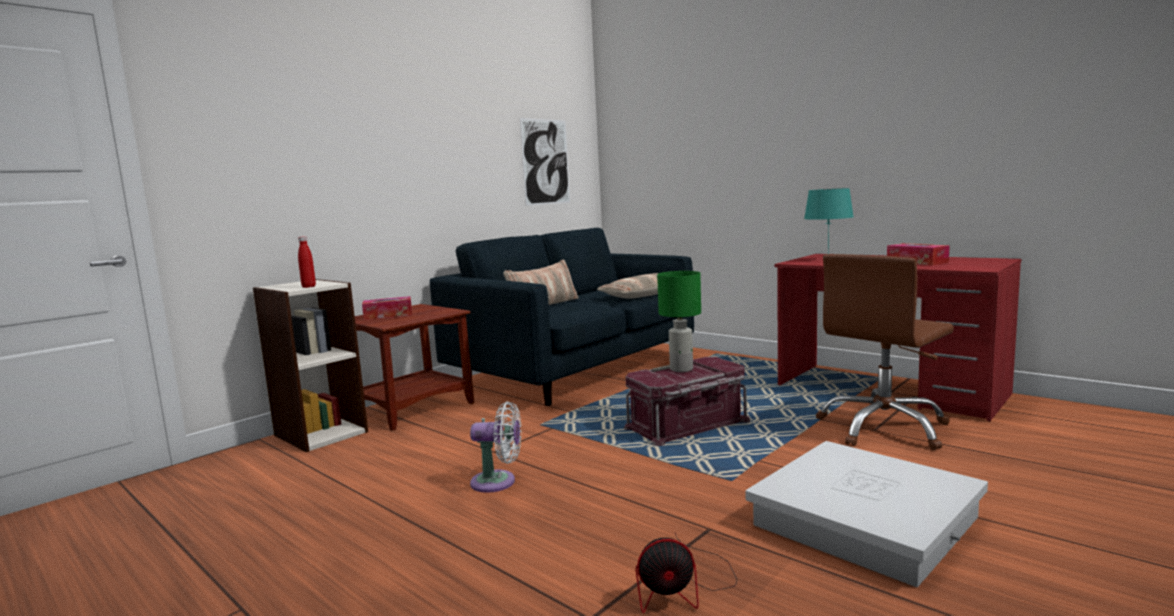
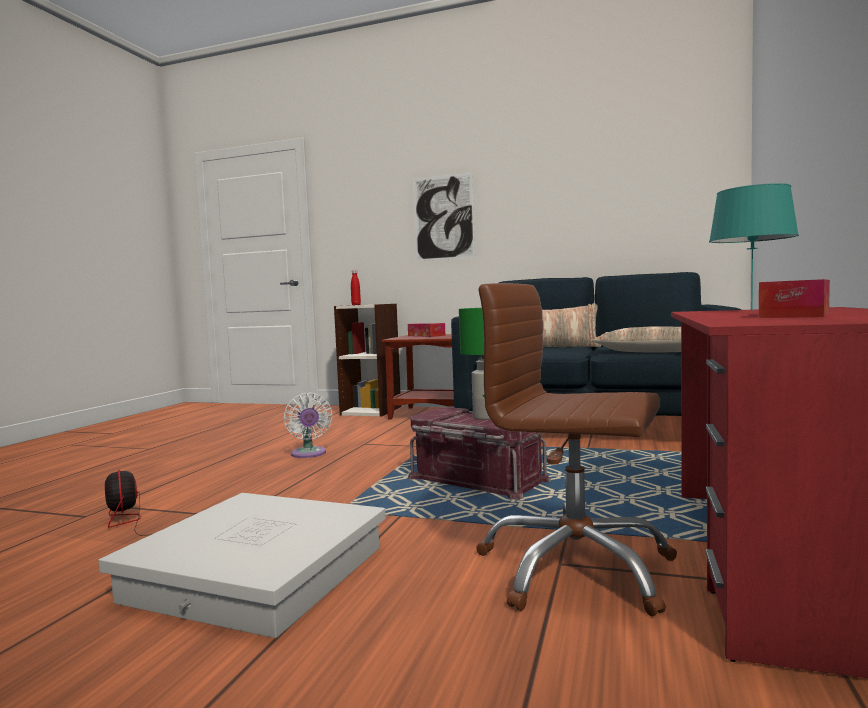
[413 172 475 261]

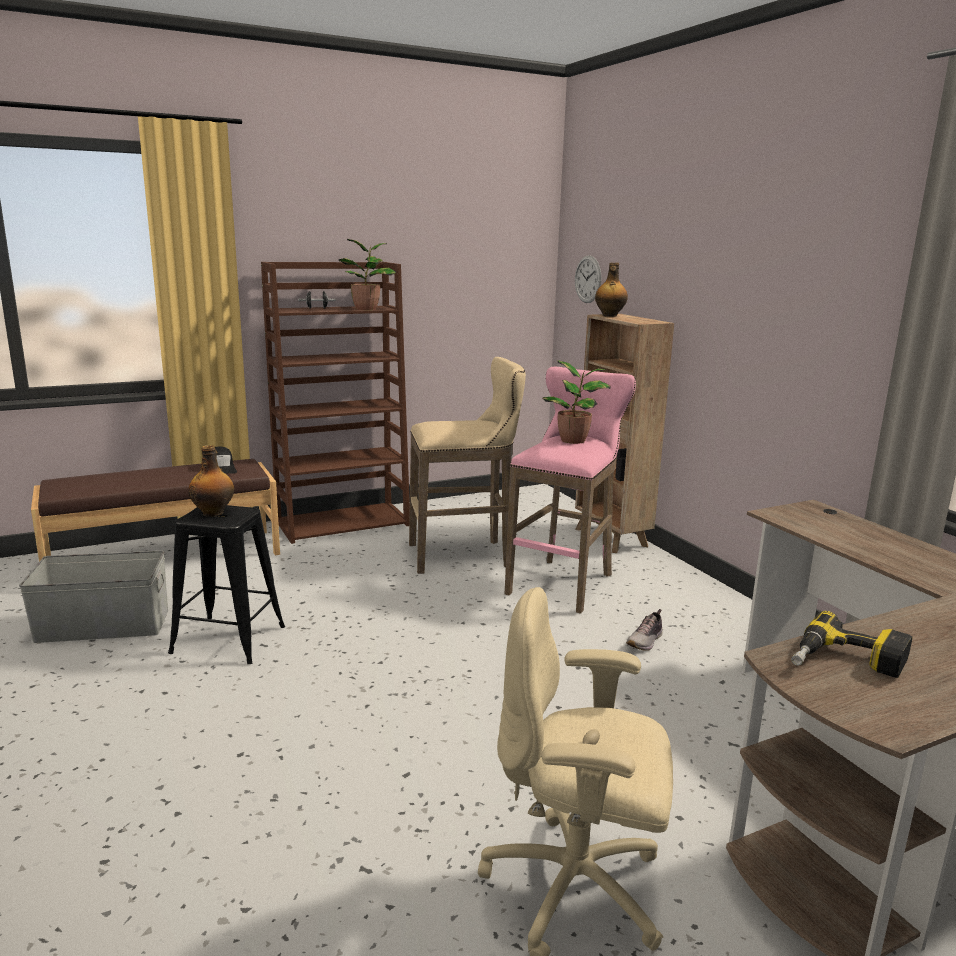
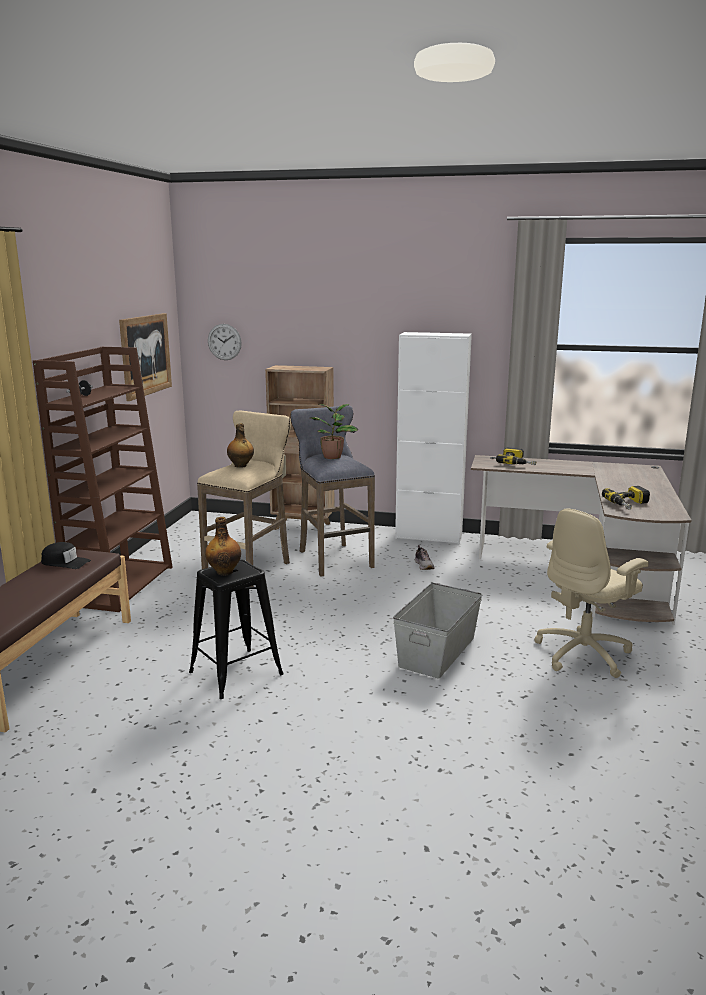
[393 583 482 679]
[338 239 396 310] (first image)
[290 406 375 577]
[227 423 254 468]
[119 313 172 401]
[395 332 472 544]
[496 447 536 465]

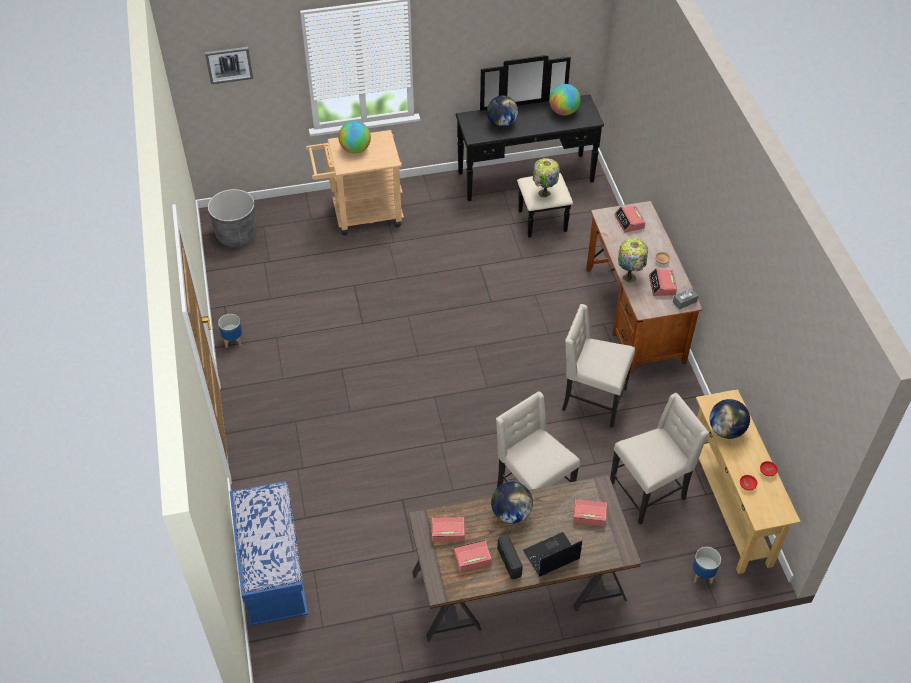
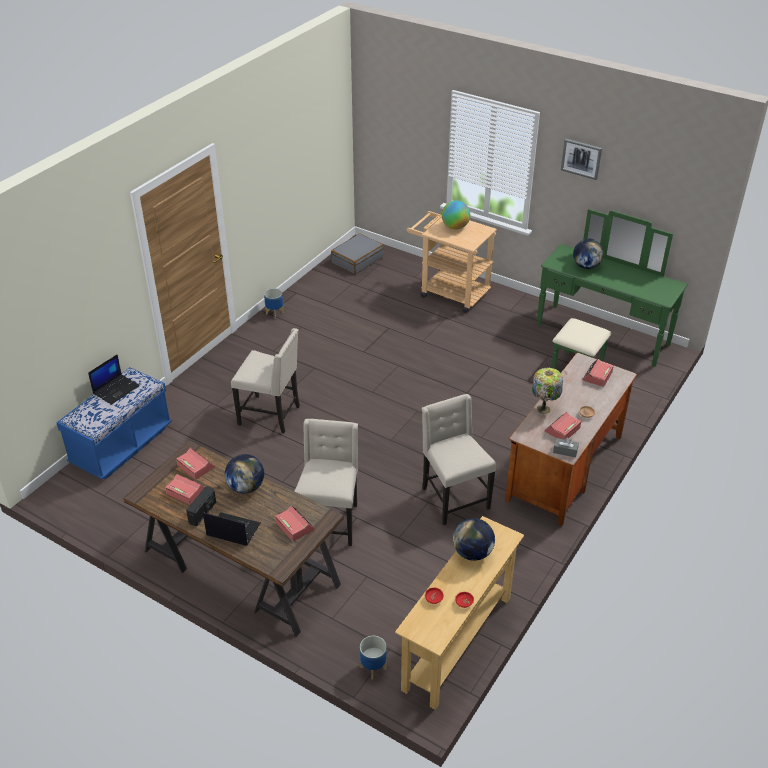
[561 139 602 180]
[331 234 384 274]
[537 209 688 369]
[533 158 560 197] (first image)
[549 84 581 116] (first image)
[231 328 300 433]
[88 354 140 405]

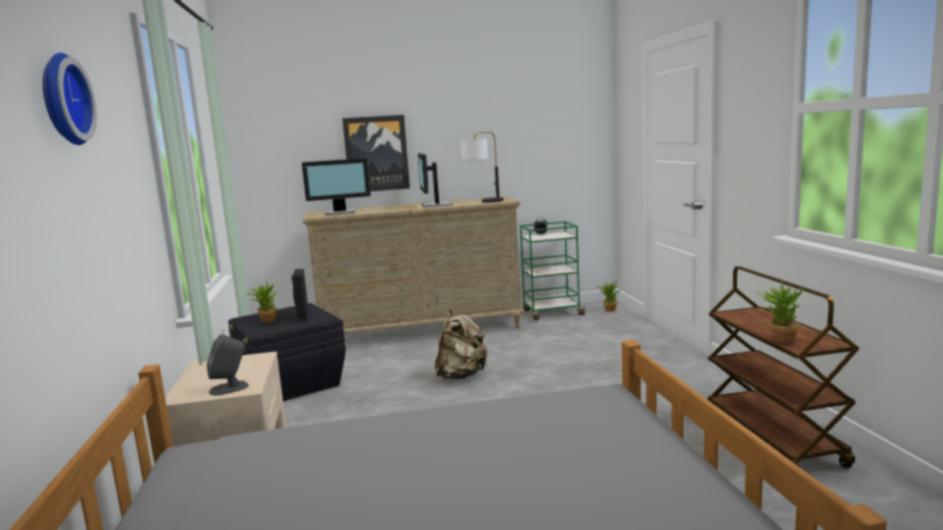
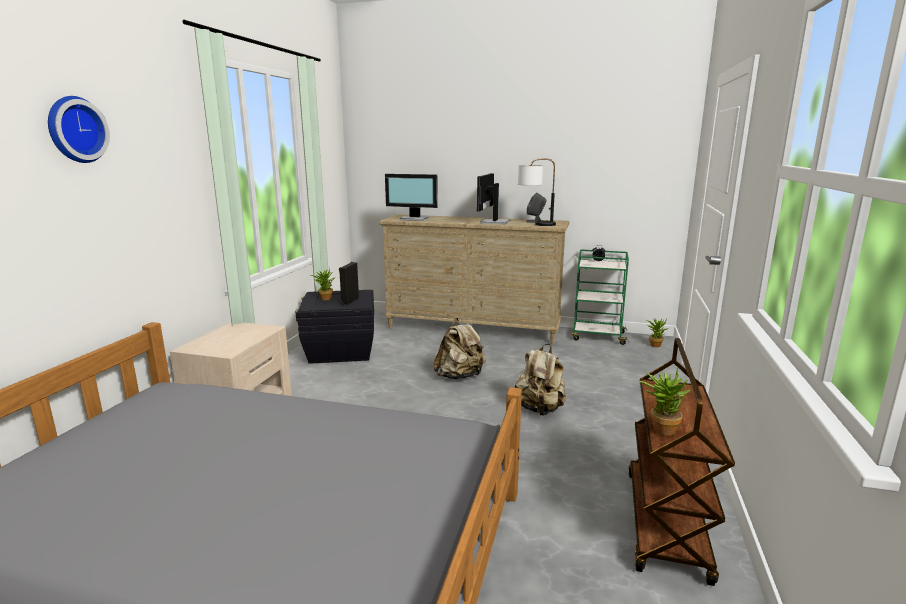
[526 193 547 223]
[342 115 410 192] (first image)
[515 344 566 415]

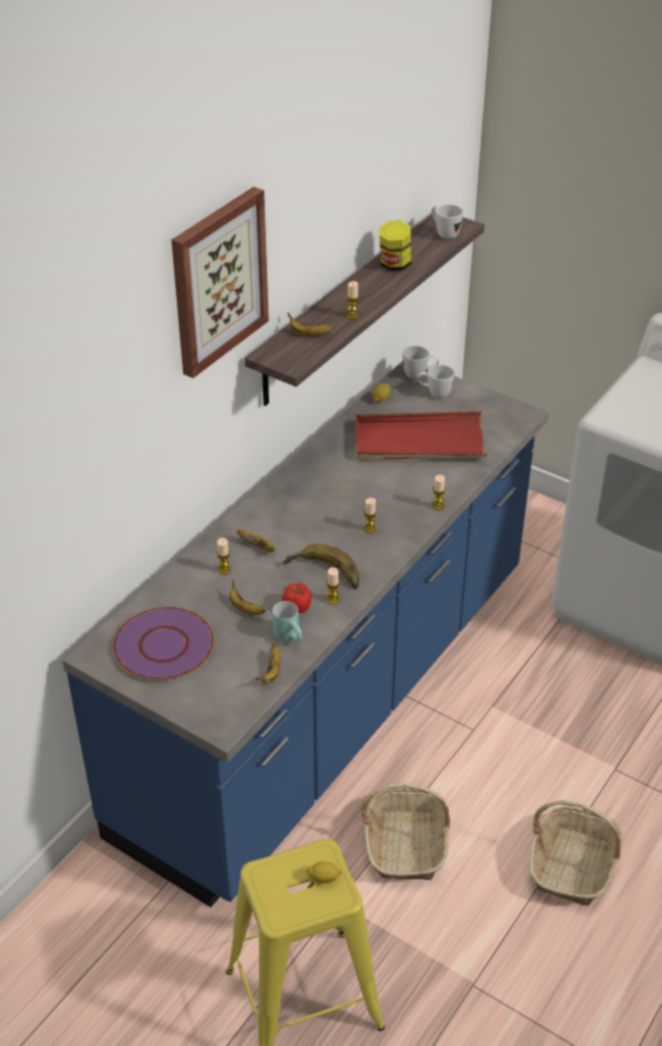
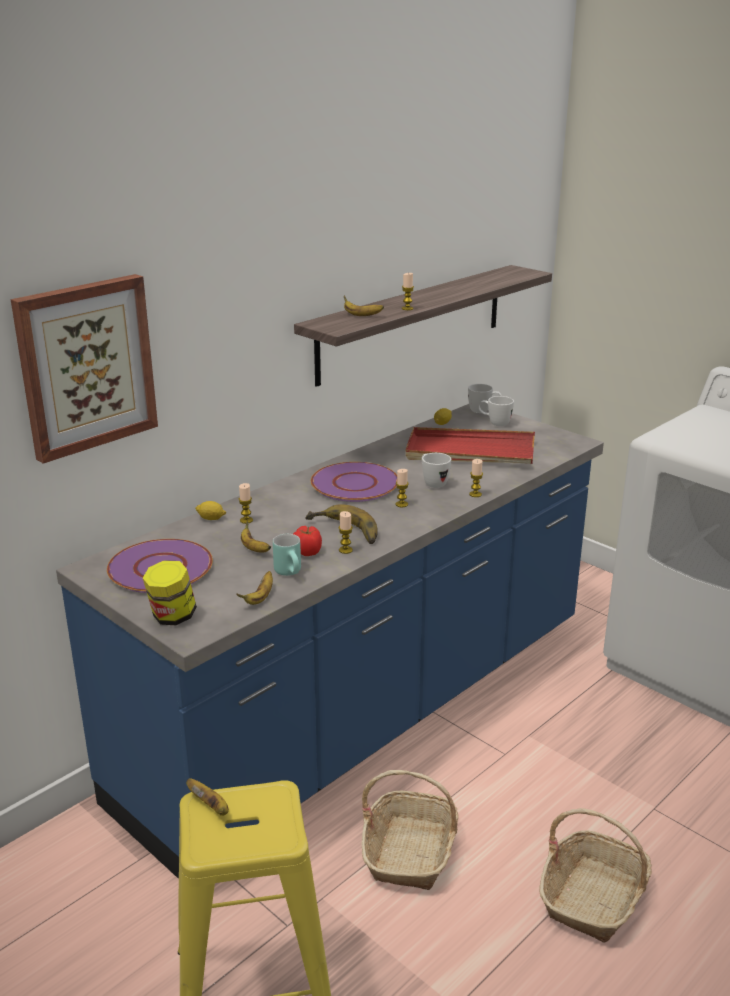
[11 274 158 464]
[186 778 229 816]
[195 501 227 520]
[143 560 197 625]
[421 453 451 488]
[311 462 397 502]

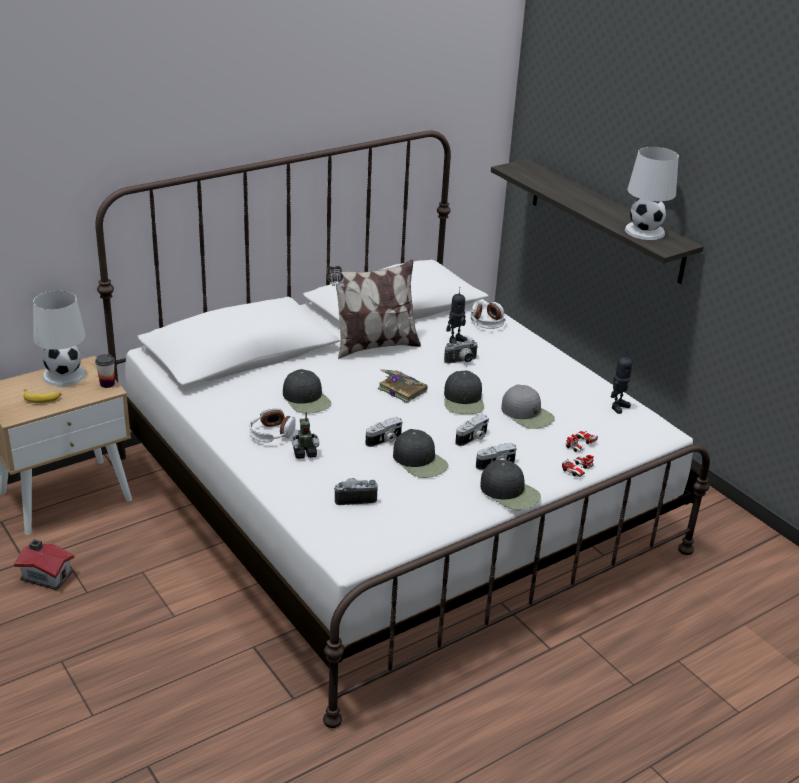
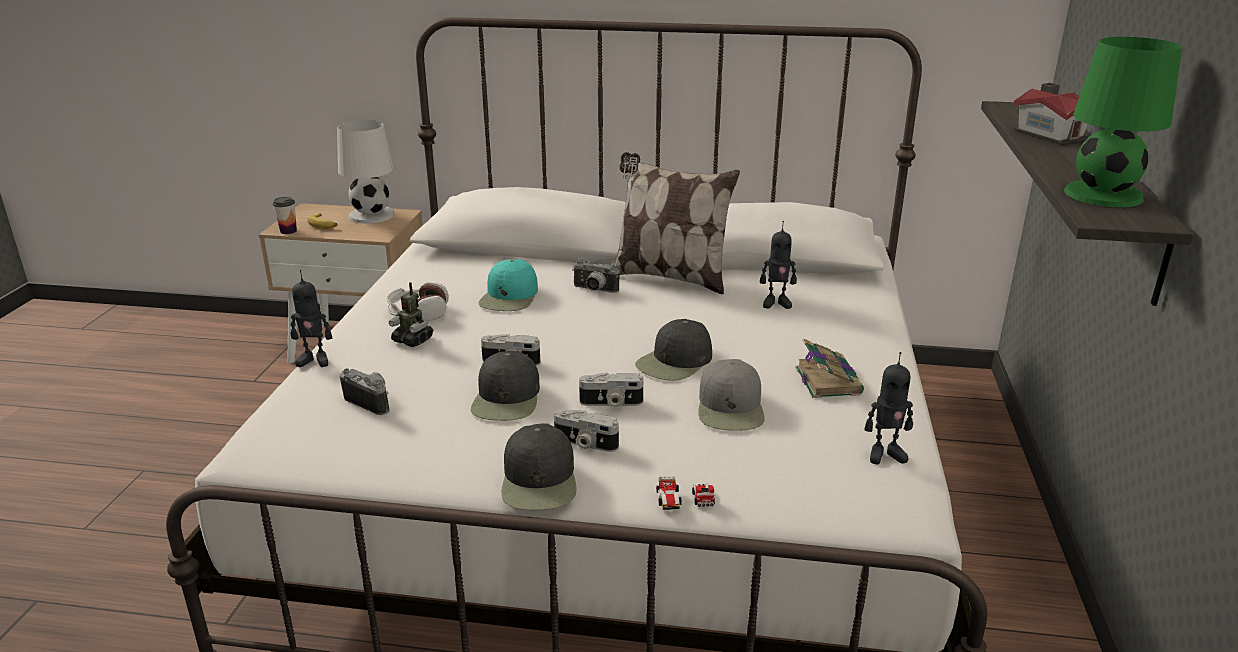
[1013 83 1088 145]
[273 197 297 234]
[478 259 538 311]
[795 338 864 398]
[572 259 620 293]
[471 302 506 329] (first image)
[565 430 598 452] (first image)
[1064 37 1182 207]
[290 270 332 367]

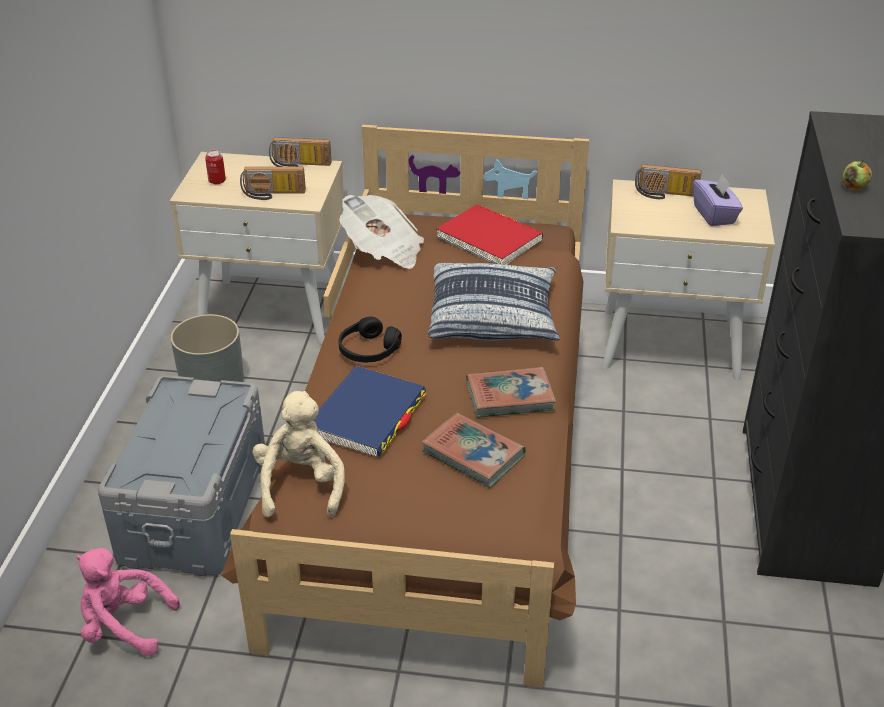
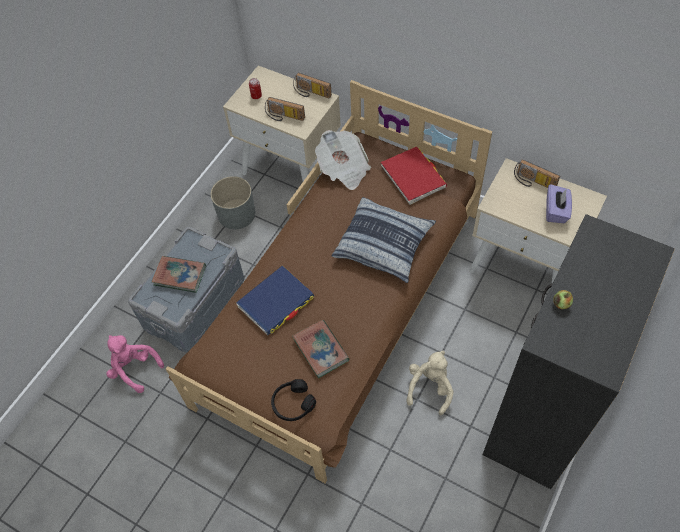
[406 351 454 415]
[271 379 316 421]
[151 256 206 293]

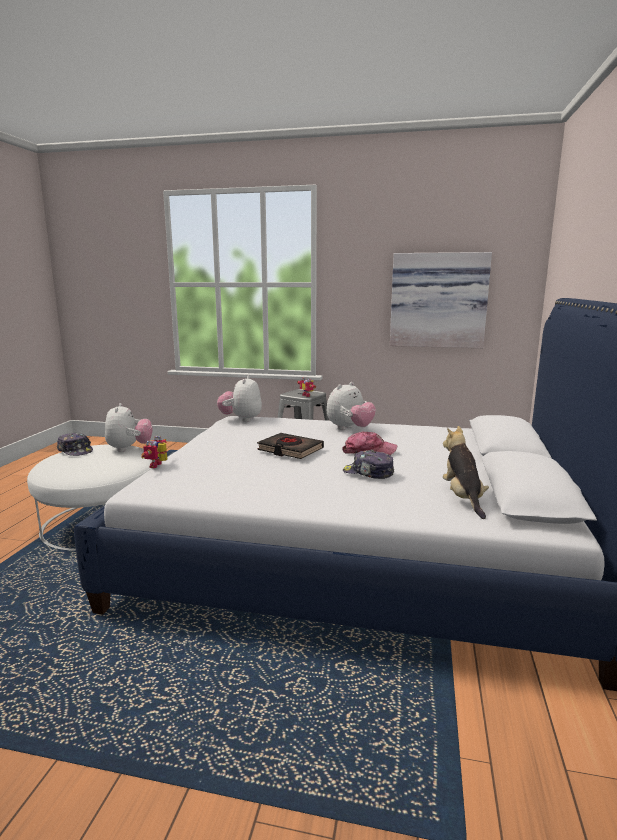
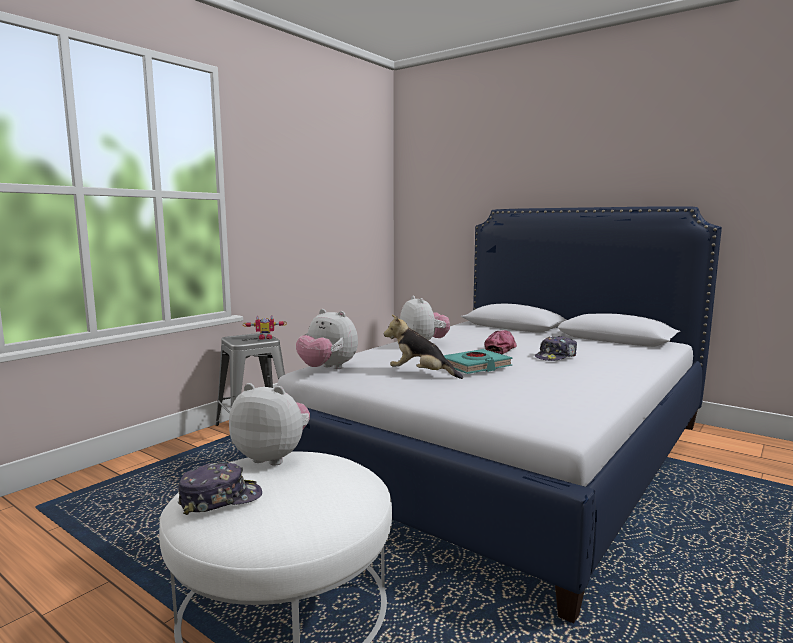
[141 436 167 468] (first image)
[444 349 513 374]
[390 252 492 348] (first image)
[384 315 463 379]

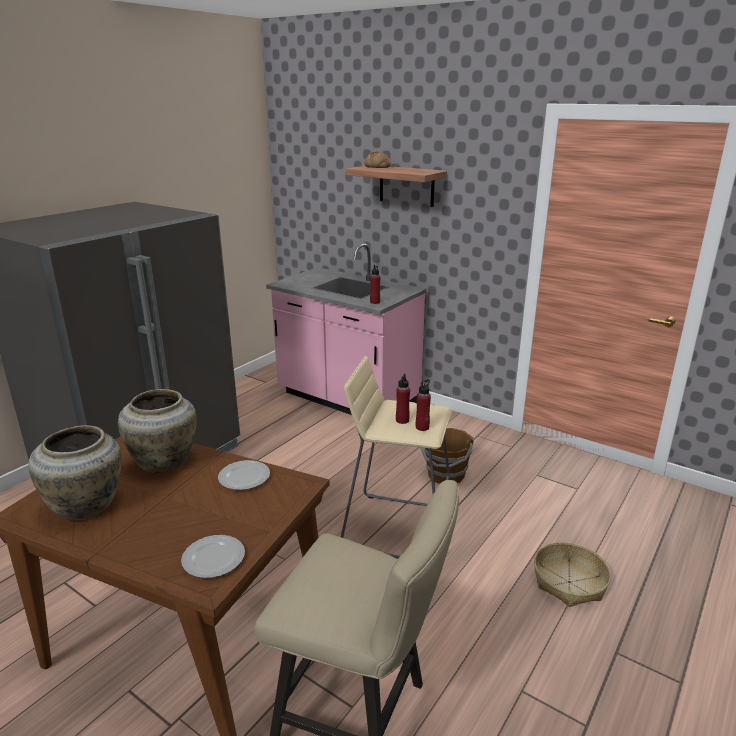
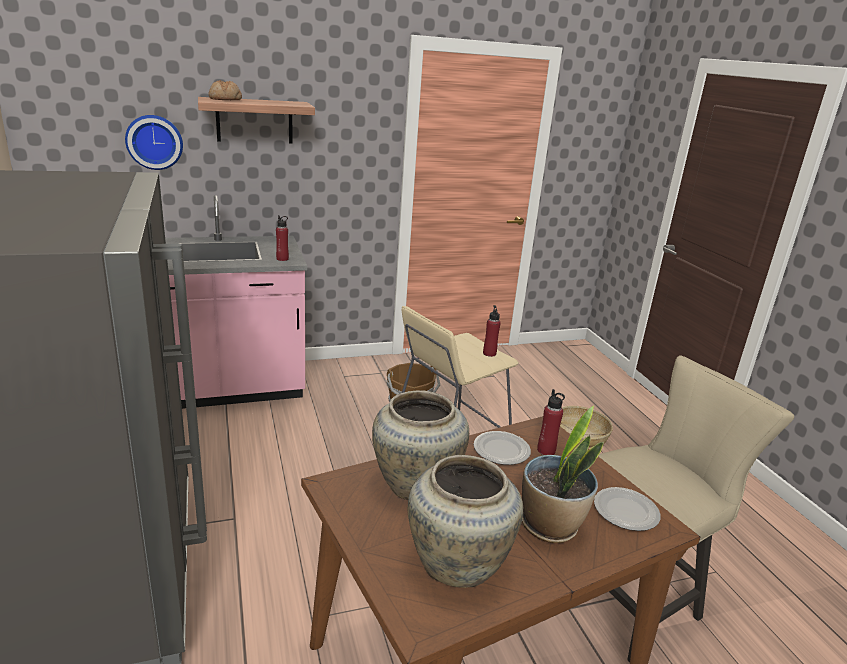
[537 389 565 455]
[125 115 183 170]
[522 406 604 543]

